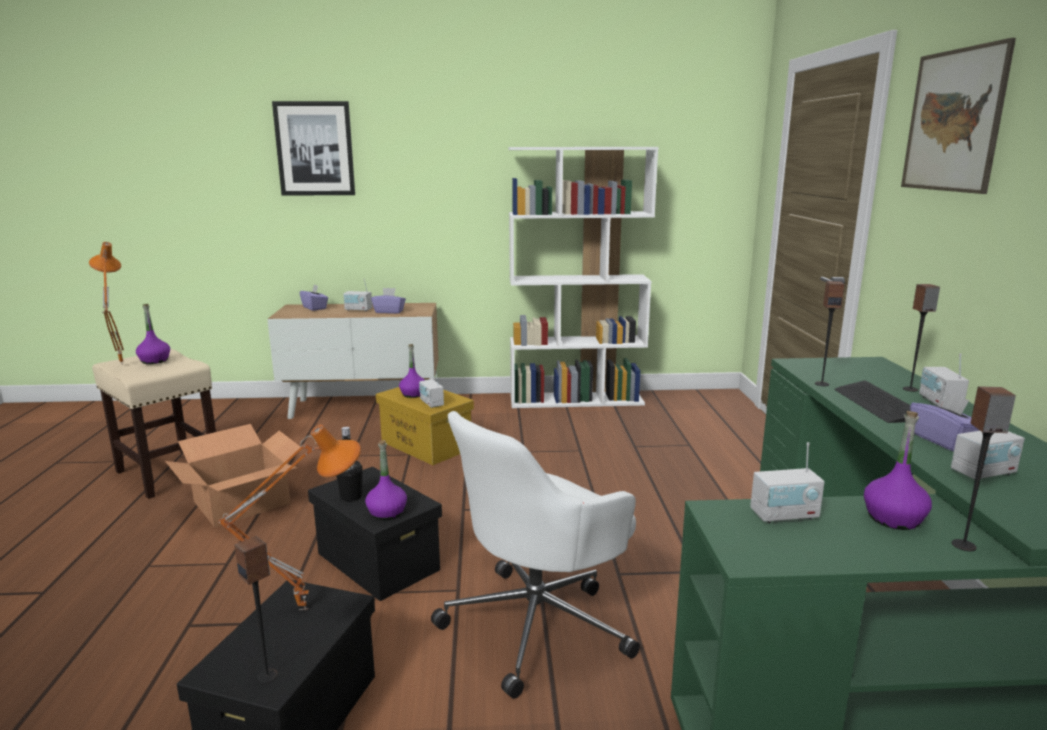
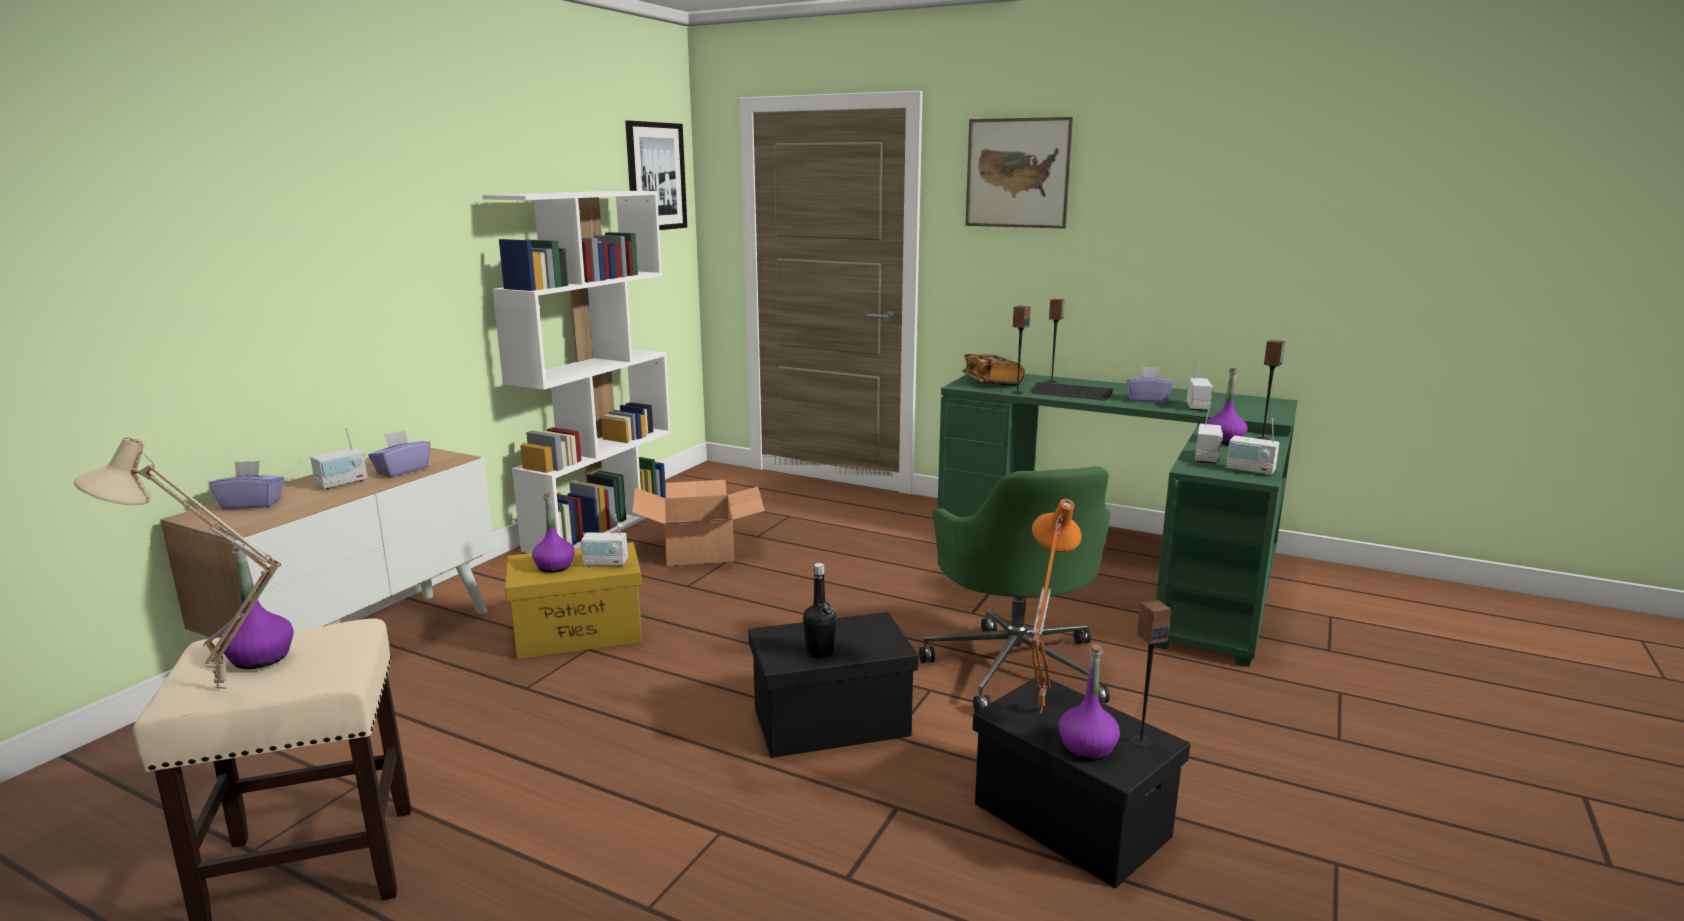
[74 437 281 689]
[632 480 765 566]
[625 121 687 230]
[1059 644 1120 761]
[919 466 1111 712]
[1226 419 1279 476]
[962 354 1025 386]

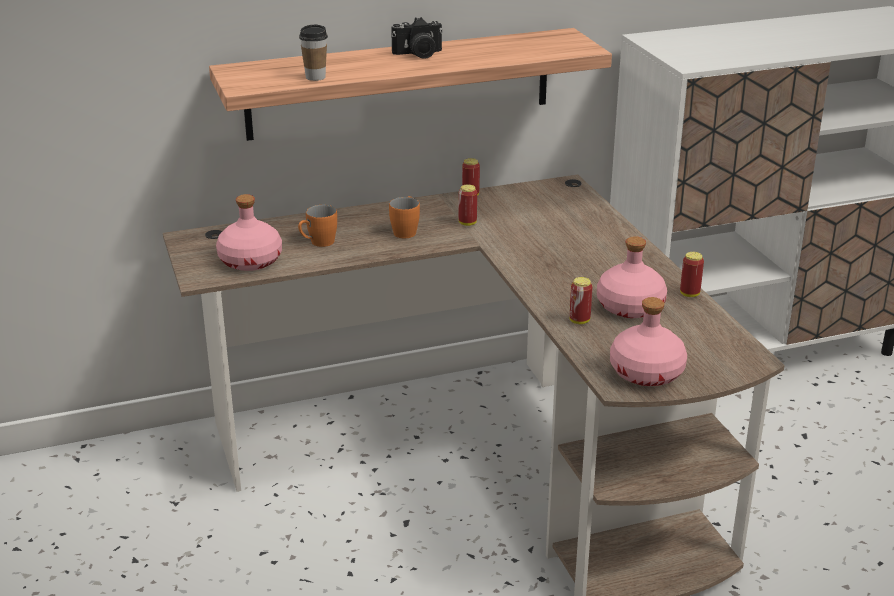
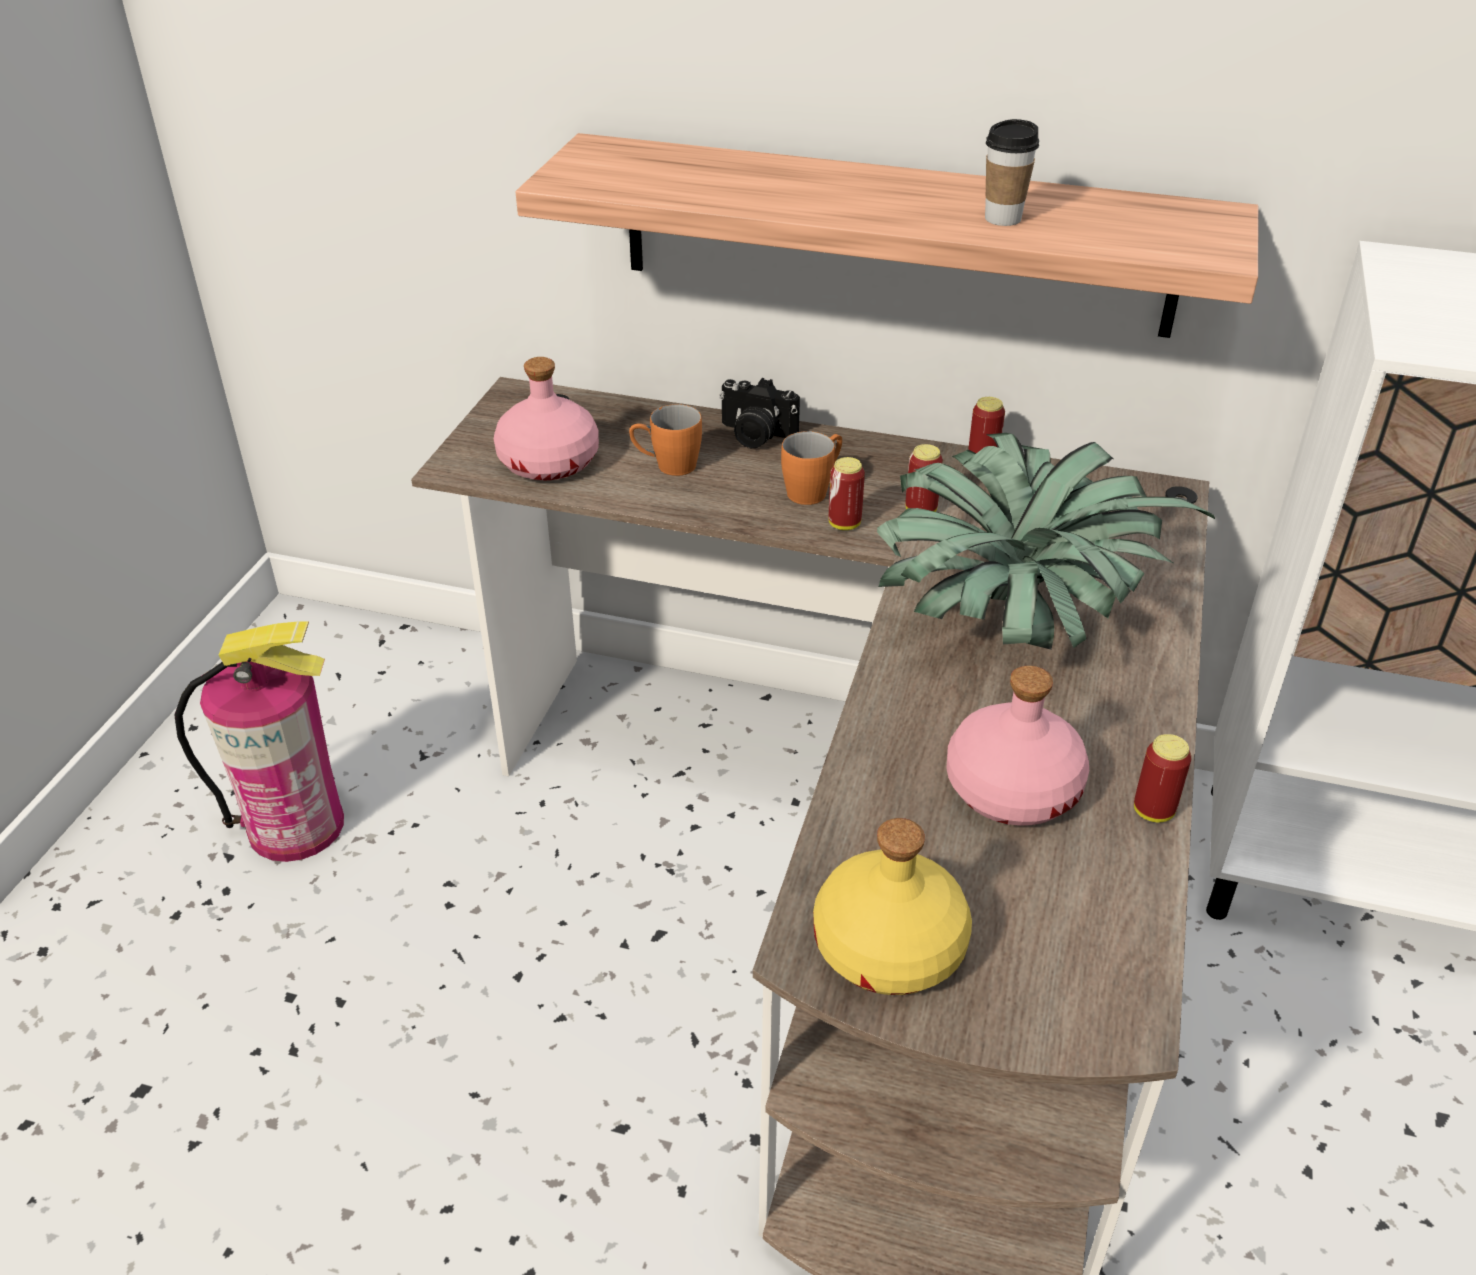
[985 119 1039 226]
[719 378 800 448]
[829 457 865 530]
[813 818 972 995]
[174 621 344 862]
[877 433 1215 650]

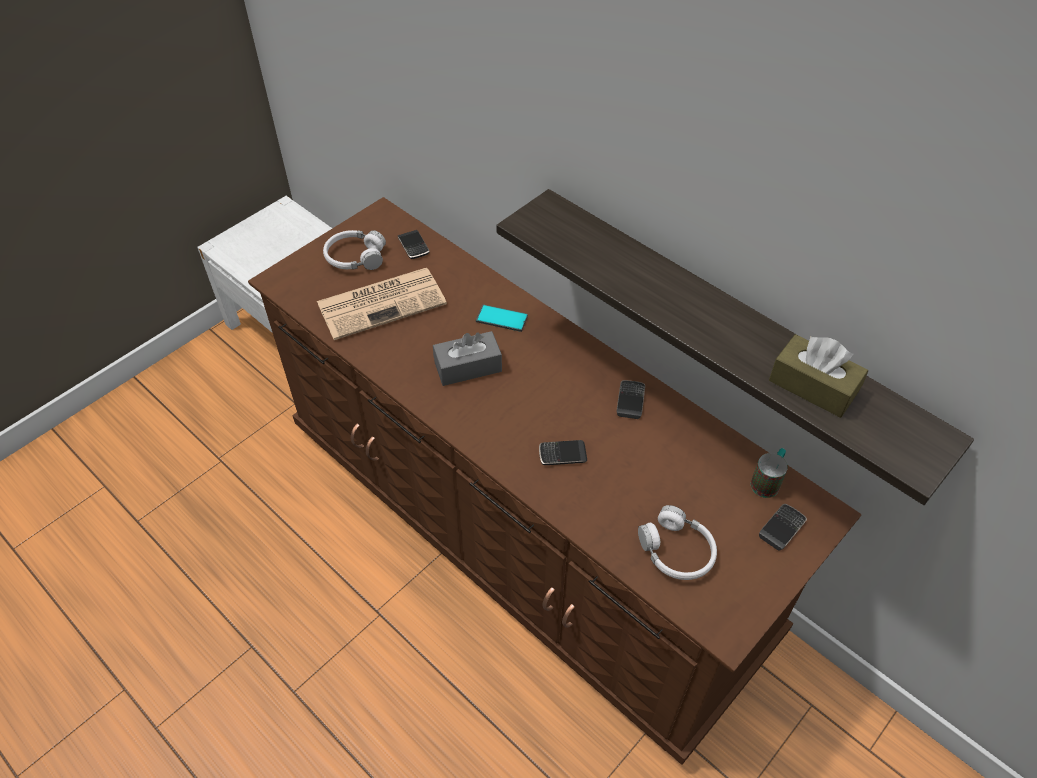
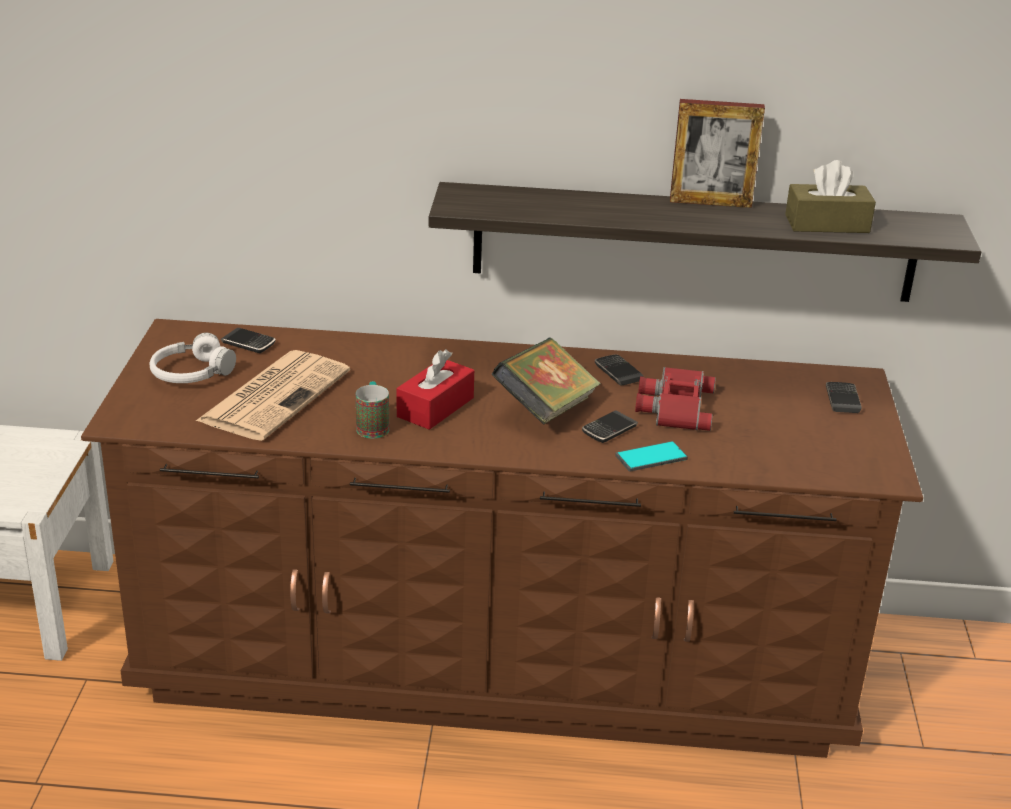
[397 349 474 430]
[615 441 688 472]
[638 505 717 580] (first image)
[356 381 389 438]
[492 338 601 425]
[635 367 716 431]
[670 99 765 208]

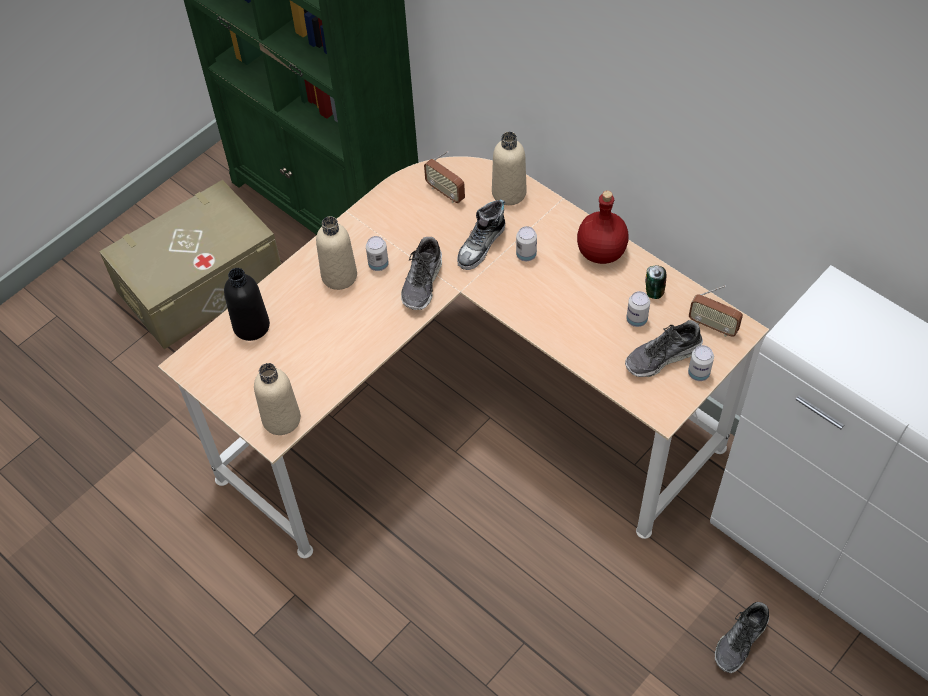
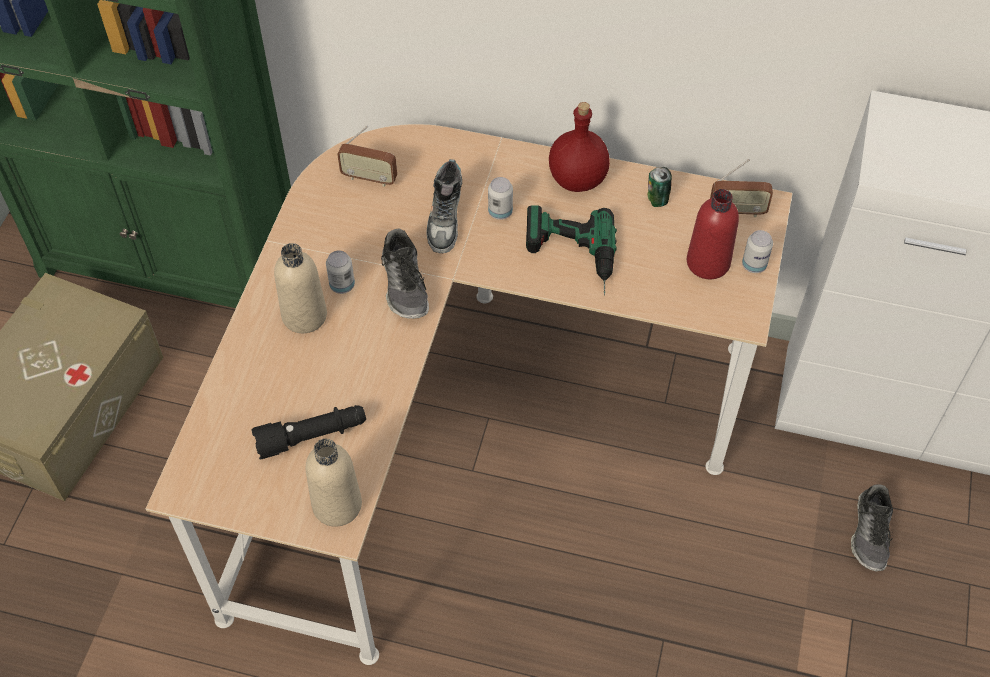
[224 268 270 341] (first image)
[492 132 526 205] (first image)
[687 189 739 279]
[626 291 650 327] (first image)
[251 405 366 459]
[526 205 617 296]

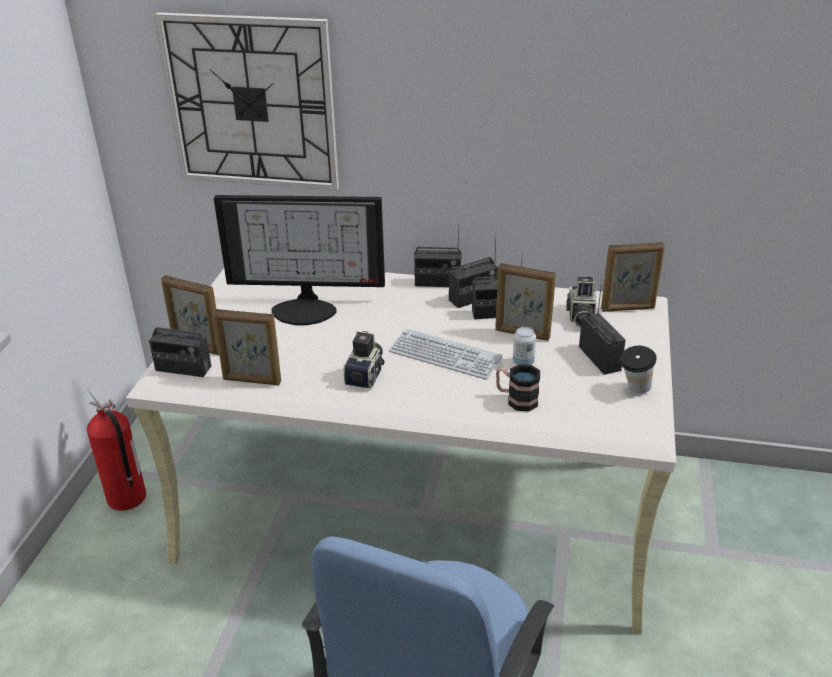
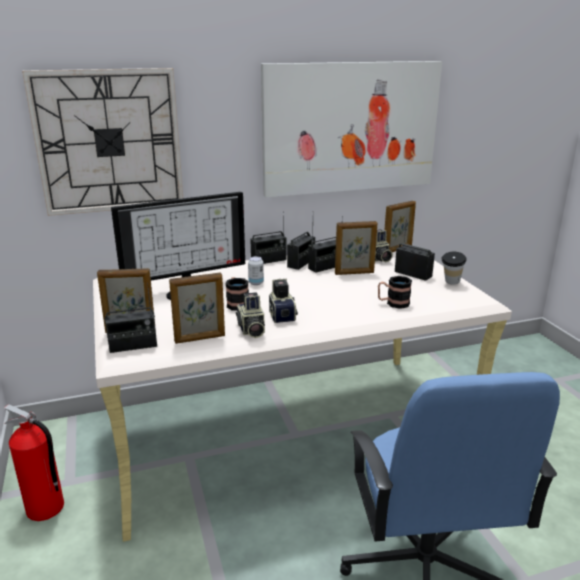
[389 328 502 379] (first image)
[248 256 264 285]
[226 277 249 311]
[236 292 265 338]
[261 61 442 197]

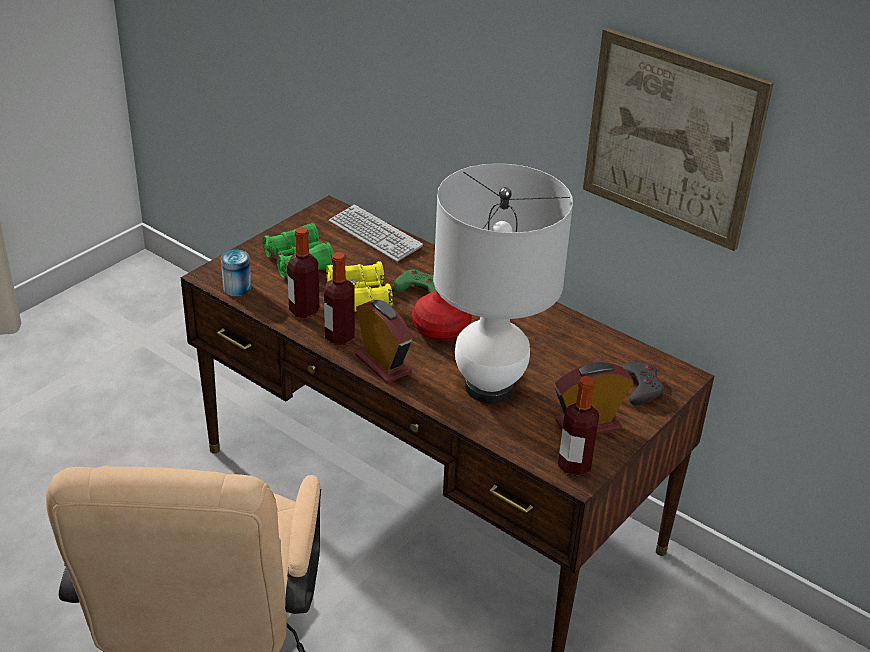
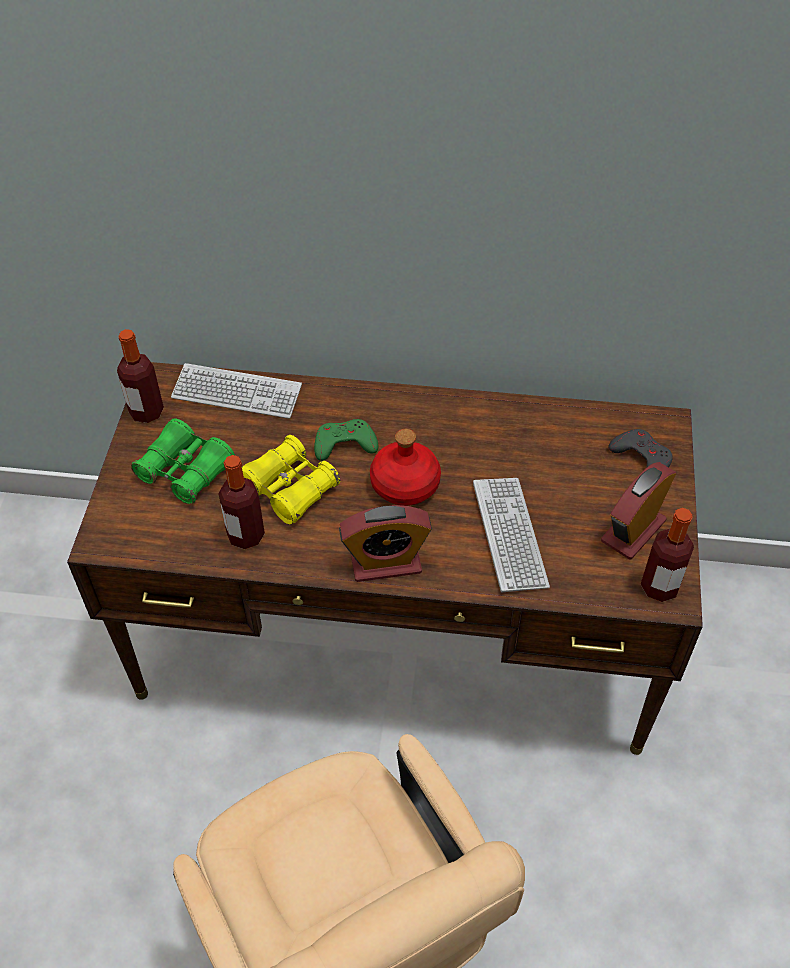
[221 250 251 296] (first image)
[117 329 164 423]
[339 505 432 582]
[473 478 550 592]
[583 28 774 251] (first image)

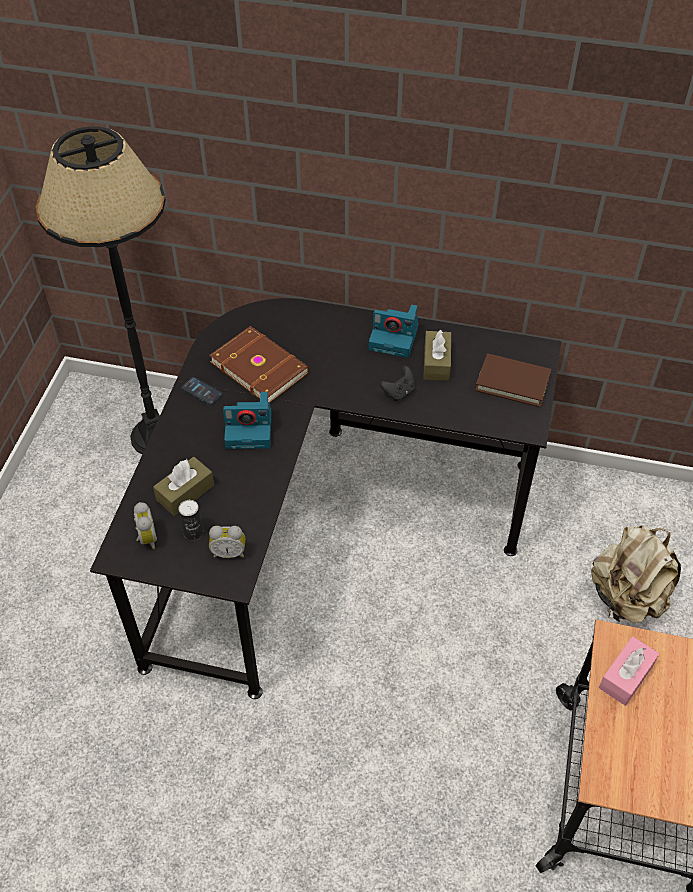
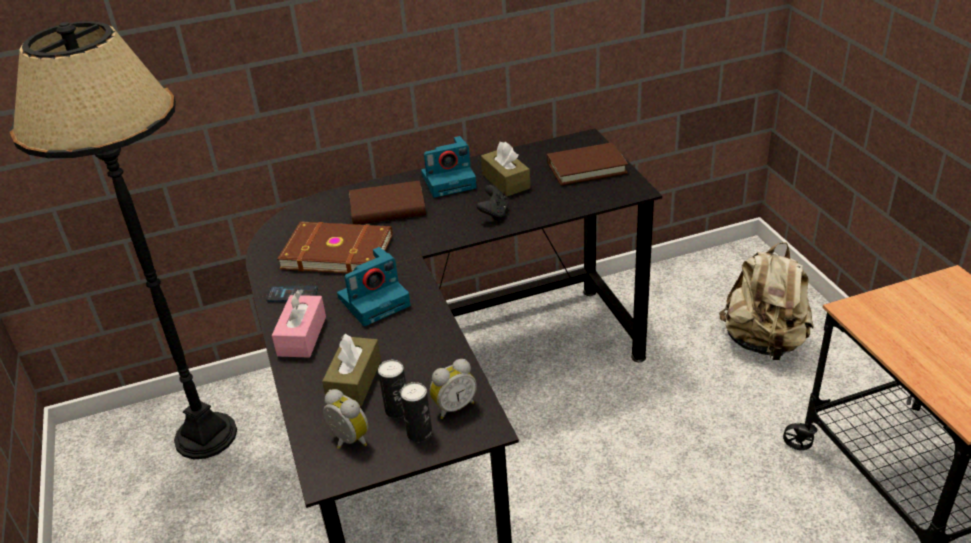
[272 290 326 358]
[349 181 426 224]
[400 382 432 442]

